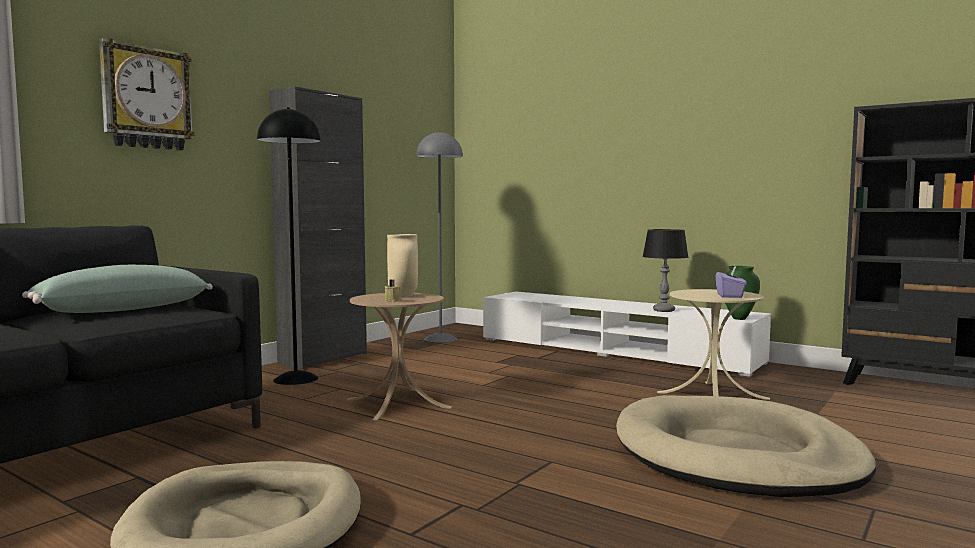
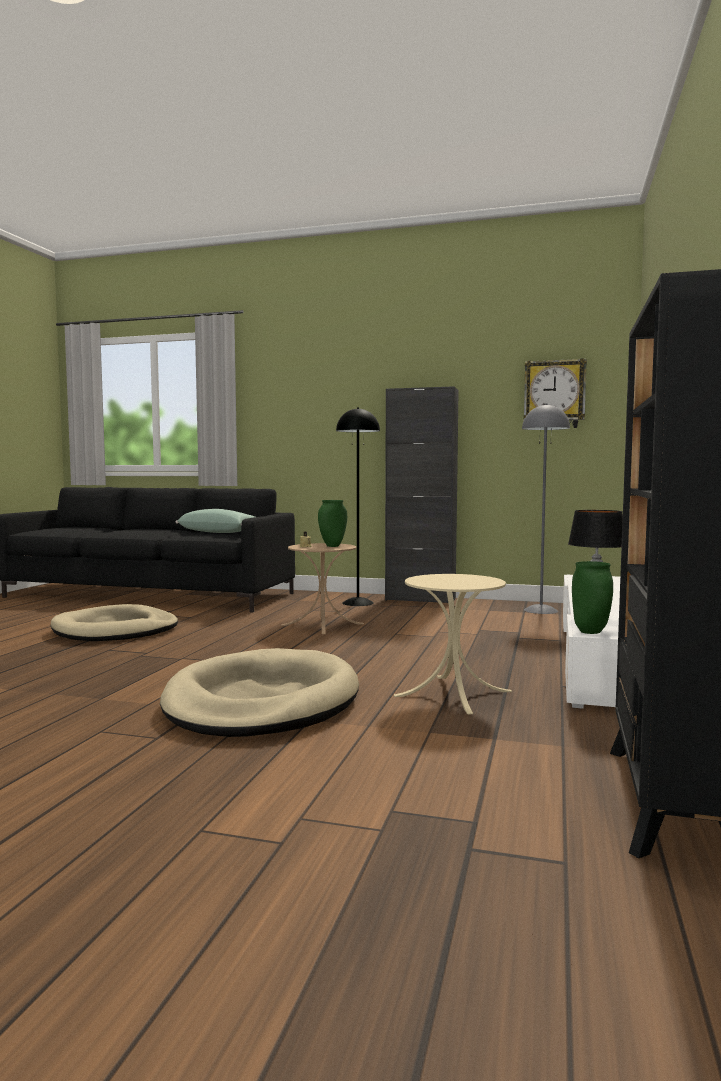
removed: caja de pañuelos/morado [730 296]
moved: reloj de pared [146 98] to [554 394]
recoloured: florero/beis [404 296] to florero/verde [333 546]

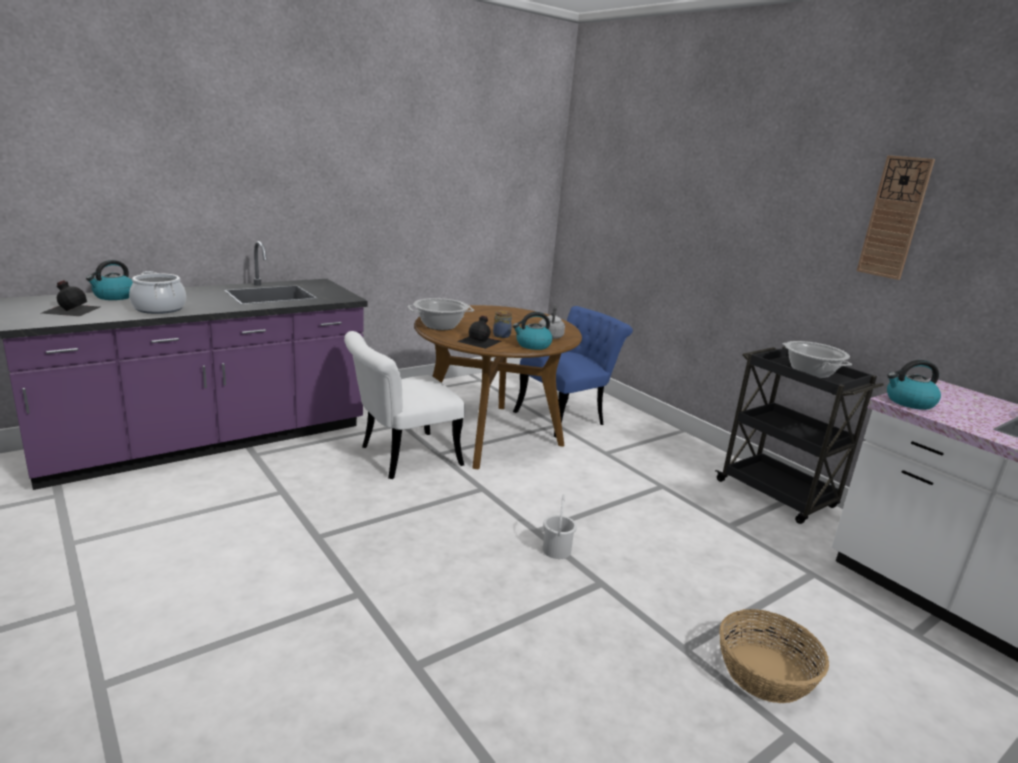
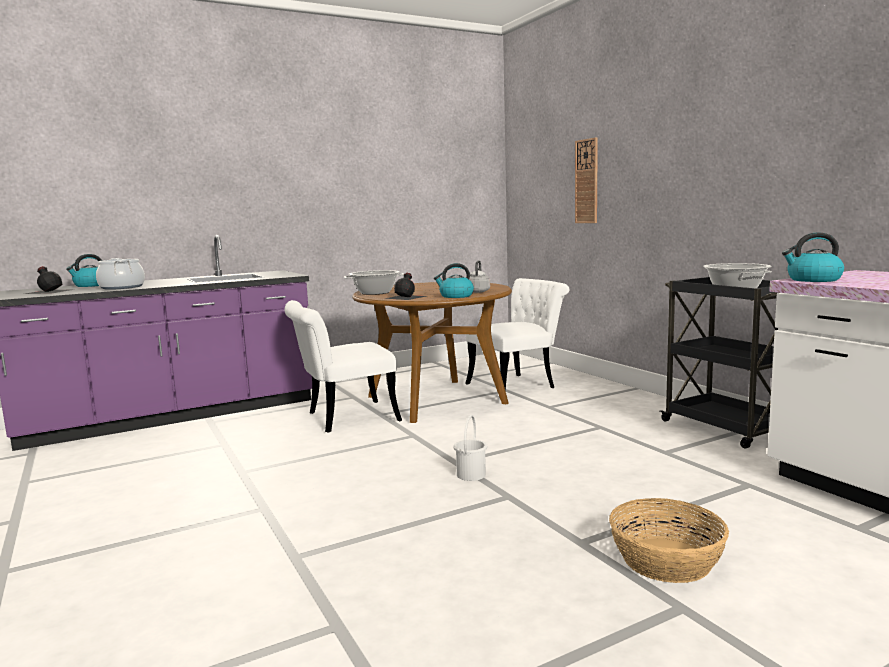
removed: tarro [501 335]
moved: reloj de pared [894 218] to [586 181]
recoloured: silla/azul [566 417] to silla/blanco [518 384]

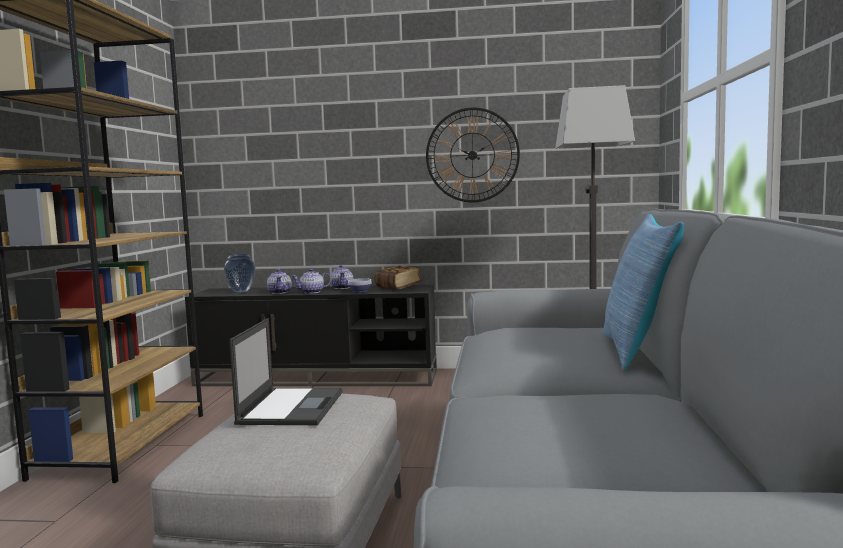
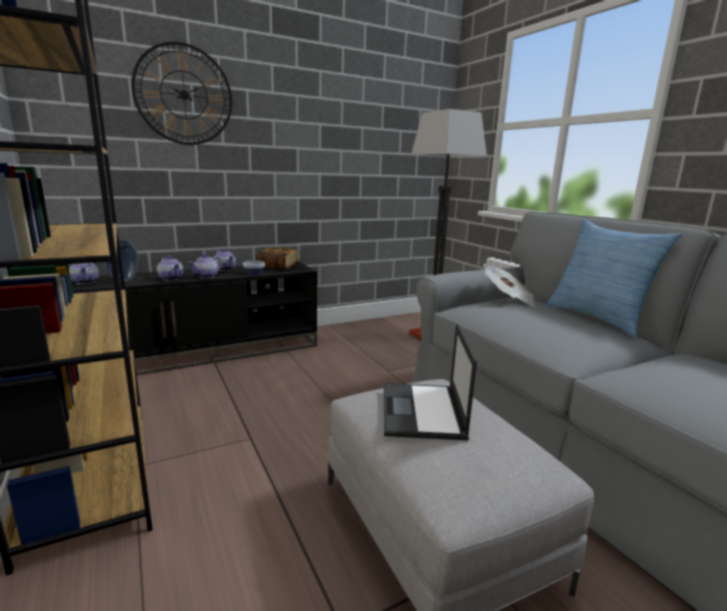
added: tetera [86 282]; periódico [508 299]
moved: reloj de pared [472 155] to [184 95]
turned: portátil [291 407] = [422 411] 150 degrees counterclockwise

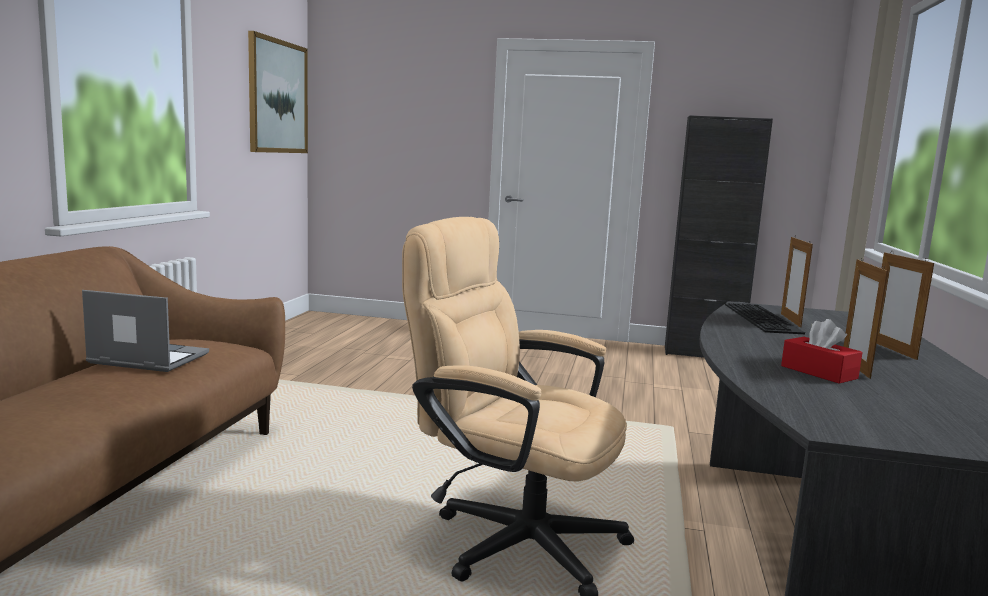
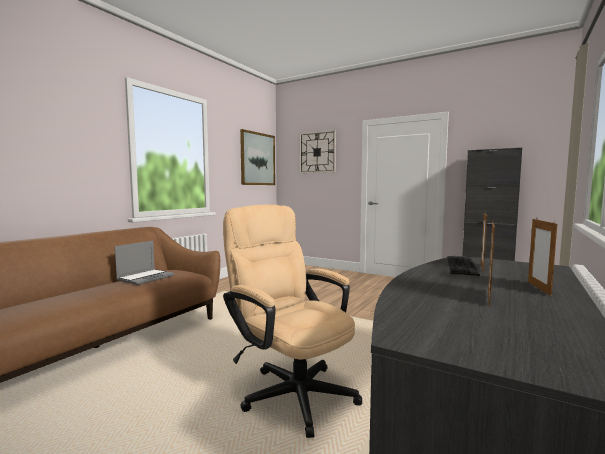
removed: caja de pañuelos/rojo [818 372]
added: reloj de pared [317 152]
turned: portátil [147 359] = [146 278] 90 degrees clockwise

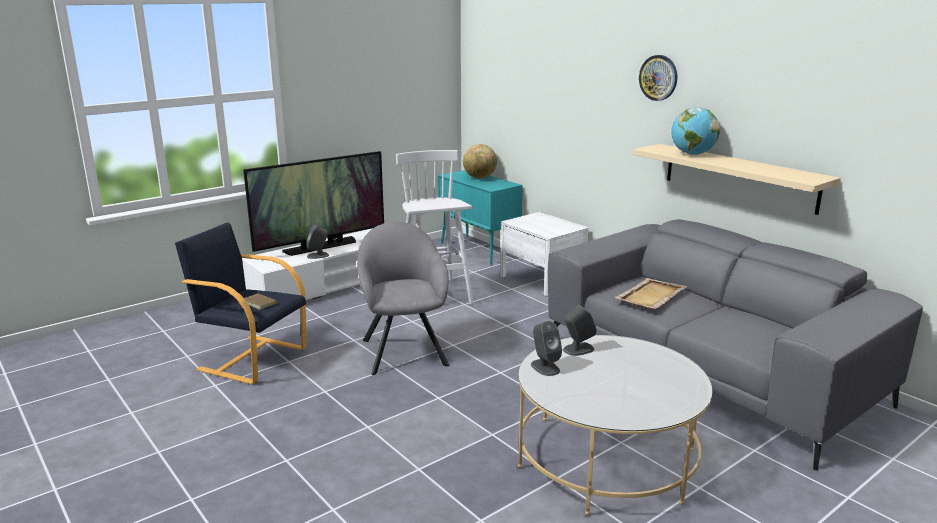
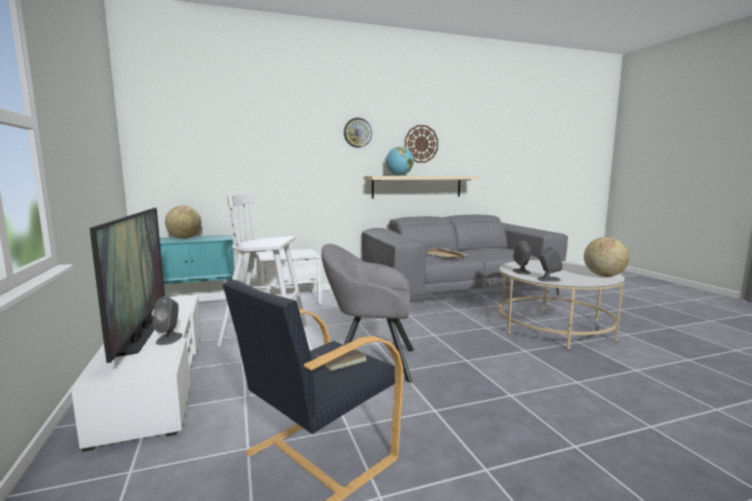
added: reloj de pared [421 144]; globo terráqueo [603 276]

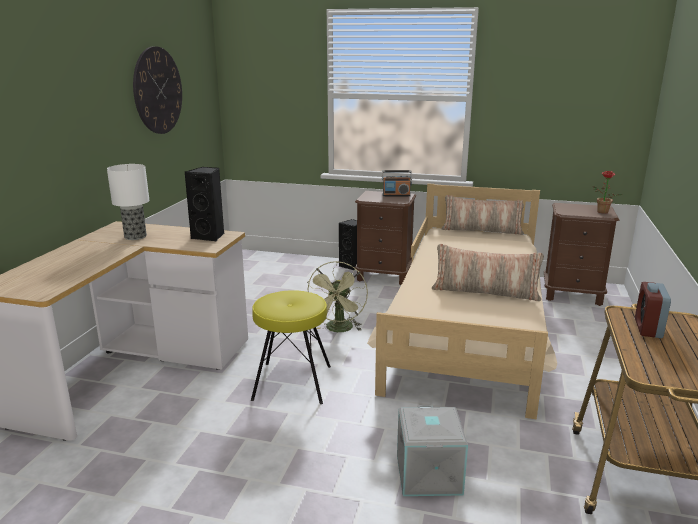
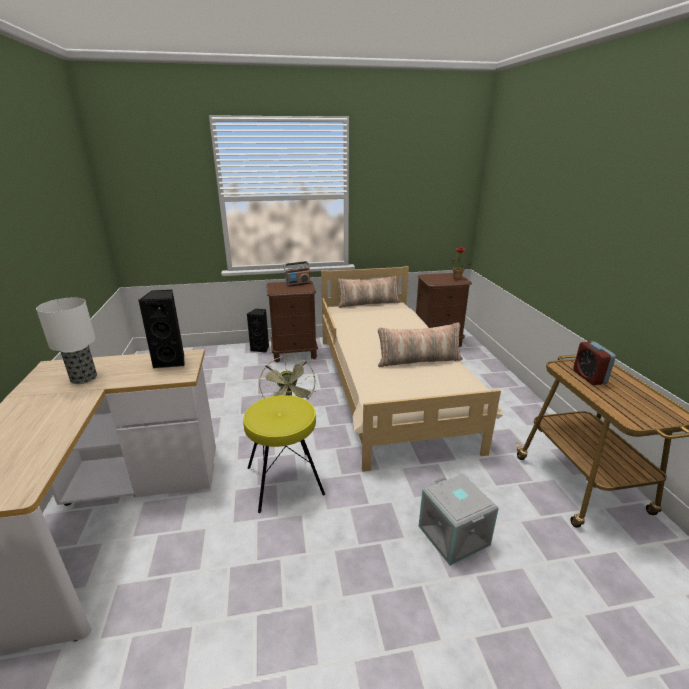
removed: reloj de pared [158 90]

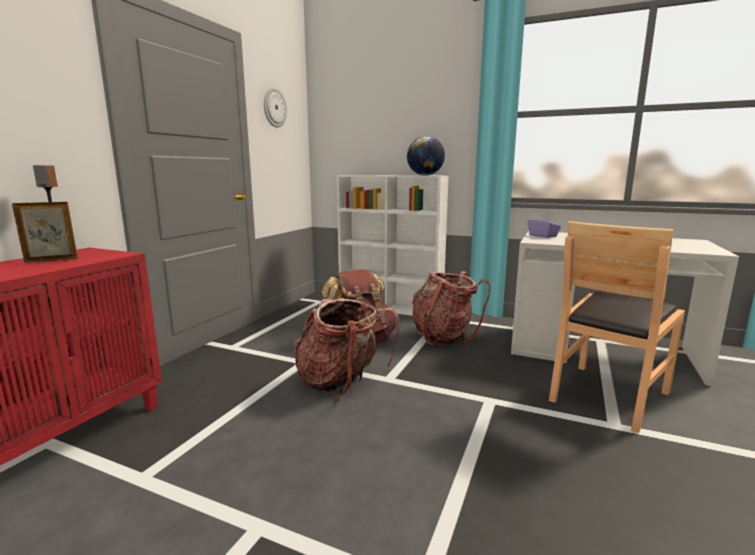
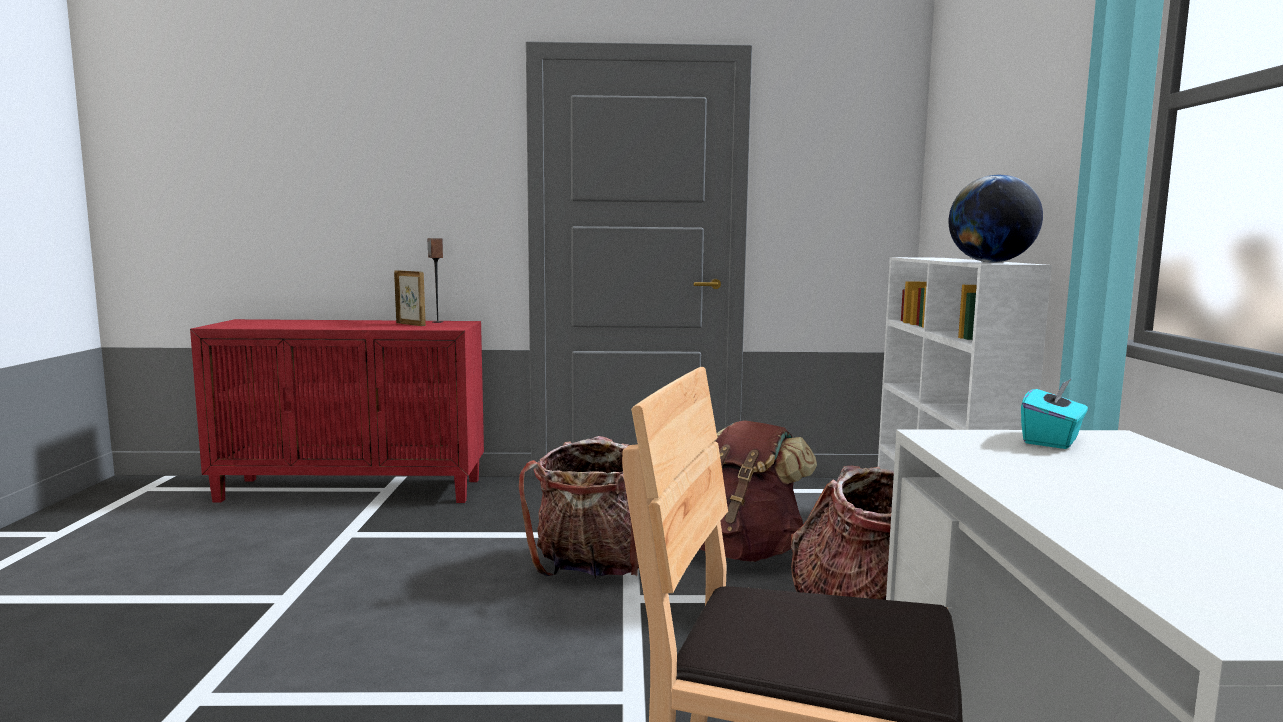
removed: reloj de pared [274 107]
recoloured: caja de pañuelos/morado [543 236] to caja de pañuelos/turquesa [1052 440]

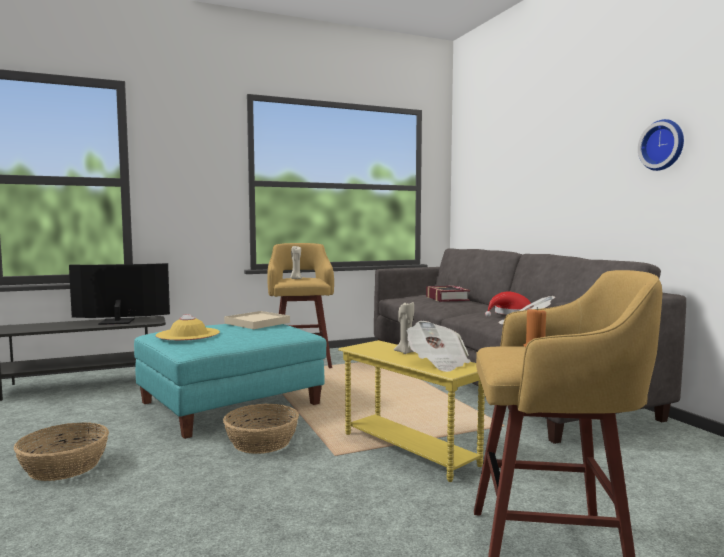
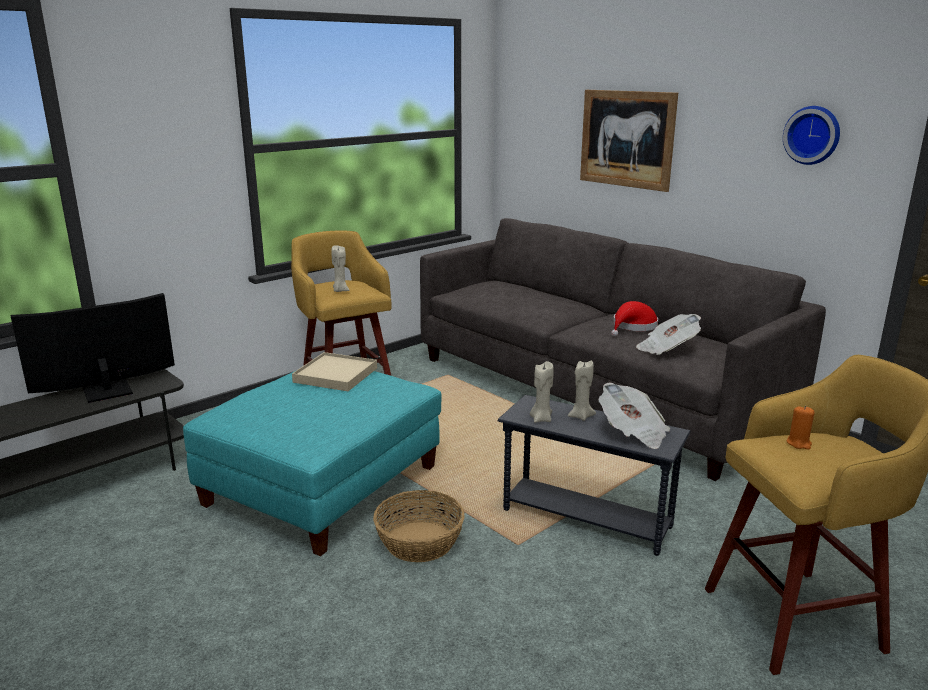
removed: cesta [64 466]; sombrero/amarillo [188 334]; libro [446 298]
added: vela/beis [541 419]; cuadro [626 139]
recoloured: mesa auxiliar/amarillo [409 449] to mesa auxiliar/gris [586 518]

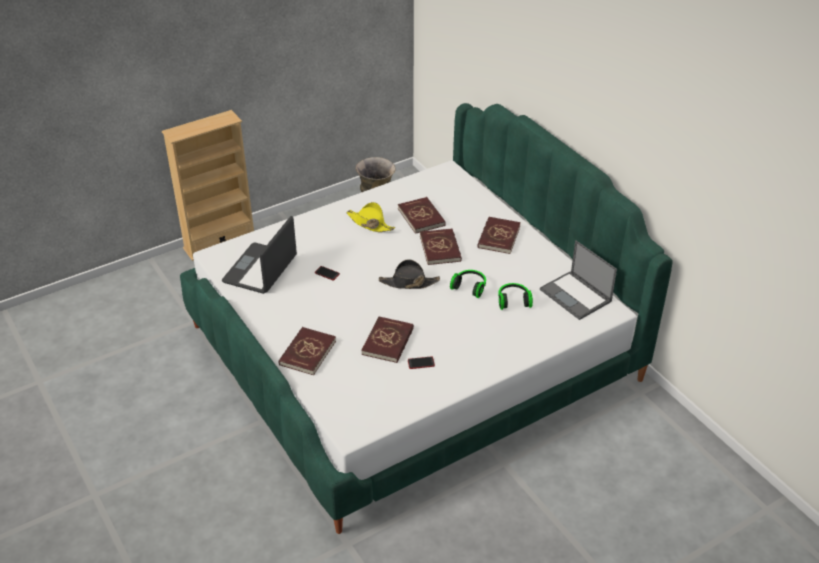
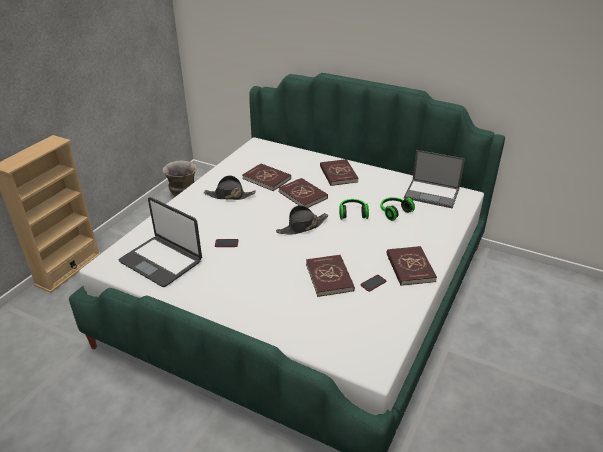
moved: libro/rojo [307 353] to [410 267]
recoloured: sombrero/amarillo [370 223] to sombrero/negro [229 195]
turned: portátil [261 269] = [161 261] 45 degrees counterclockwise

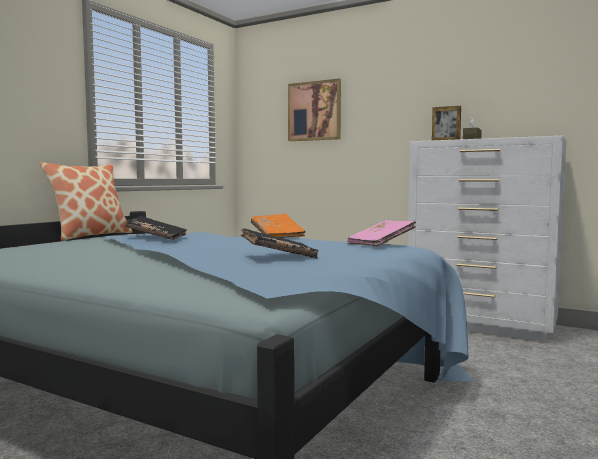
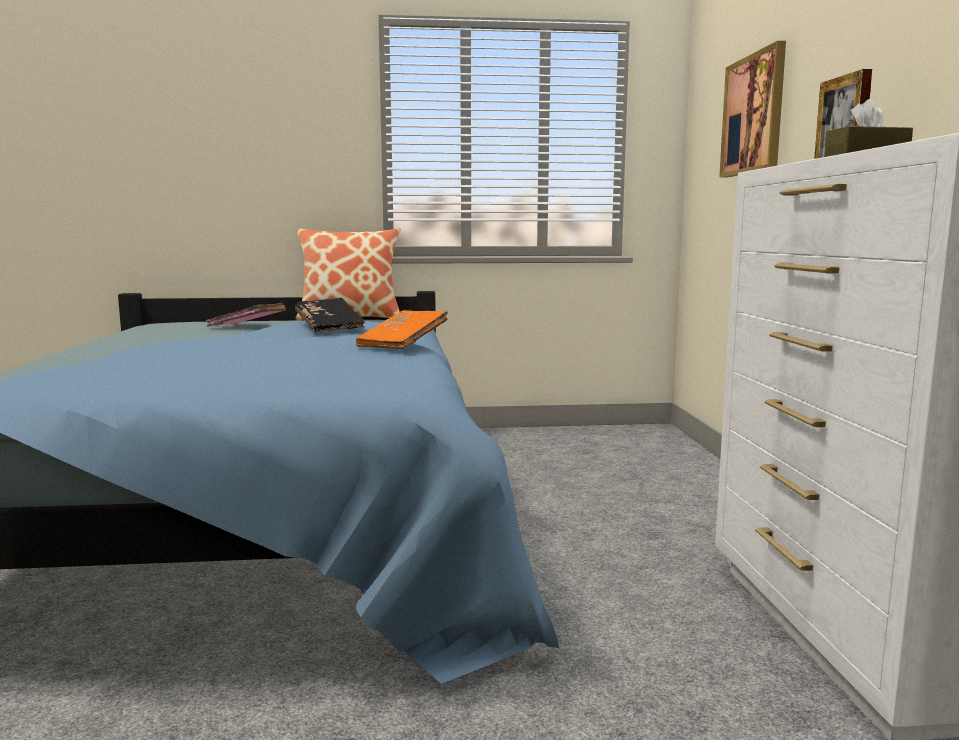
removed: libro/negro [278 257]
moved: libro/rosa [381 244] to [247 327]

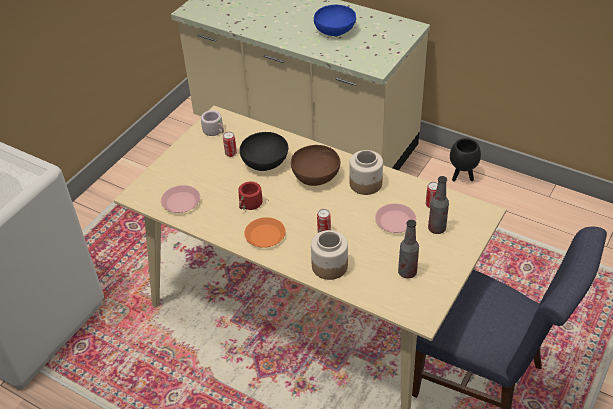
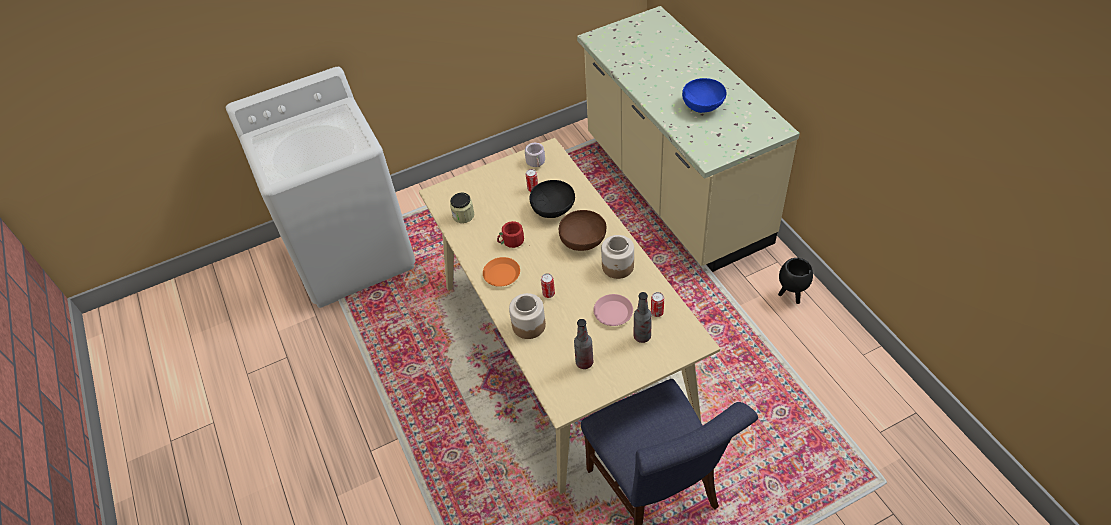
replaced: plato/rosa [181 202] to tarro [463 215]

